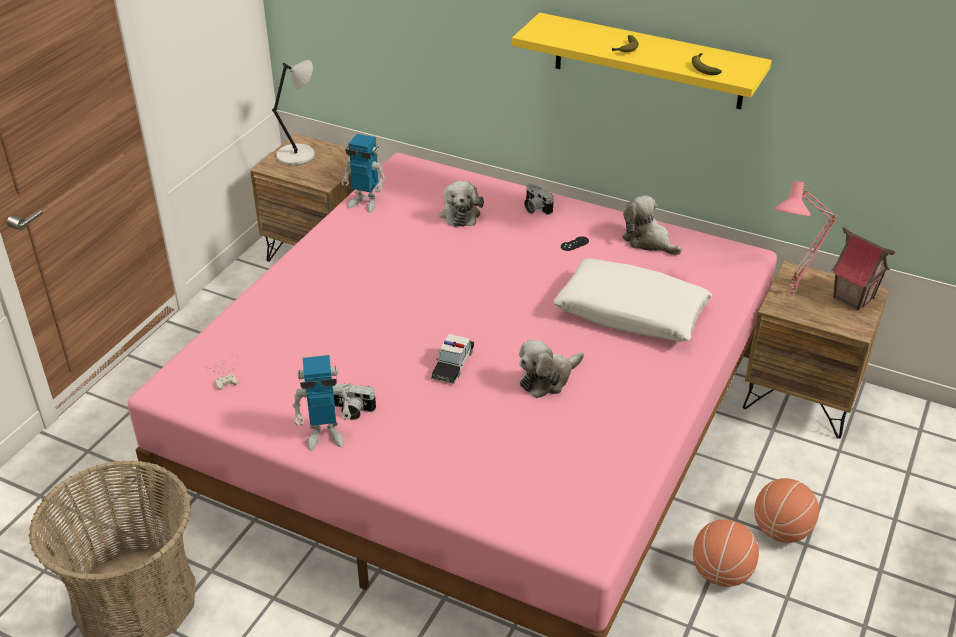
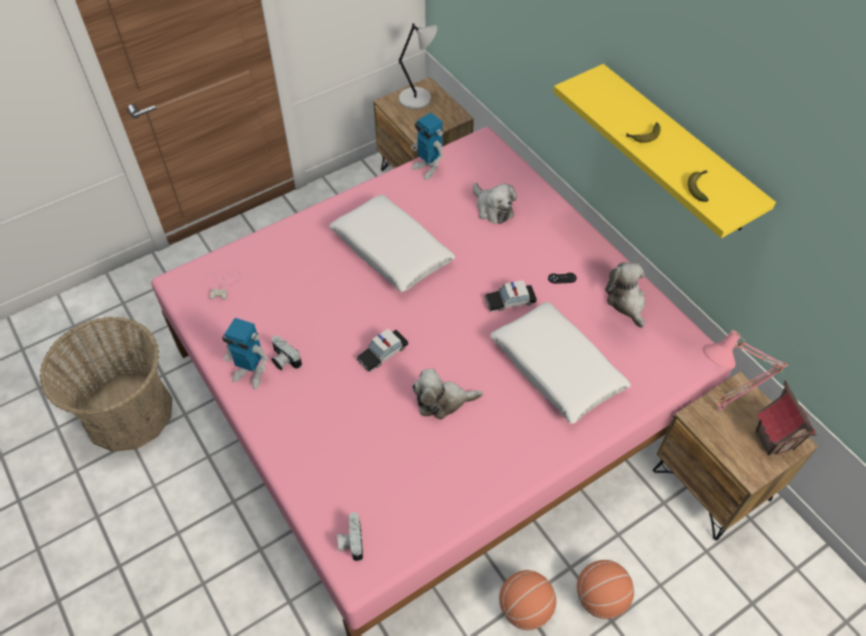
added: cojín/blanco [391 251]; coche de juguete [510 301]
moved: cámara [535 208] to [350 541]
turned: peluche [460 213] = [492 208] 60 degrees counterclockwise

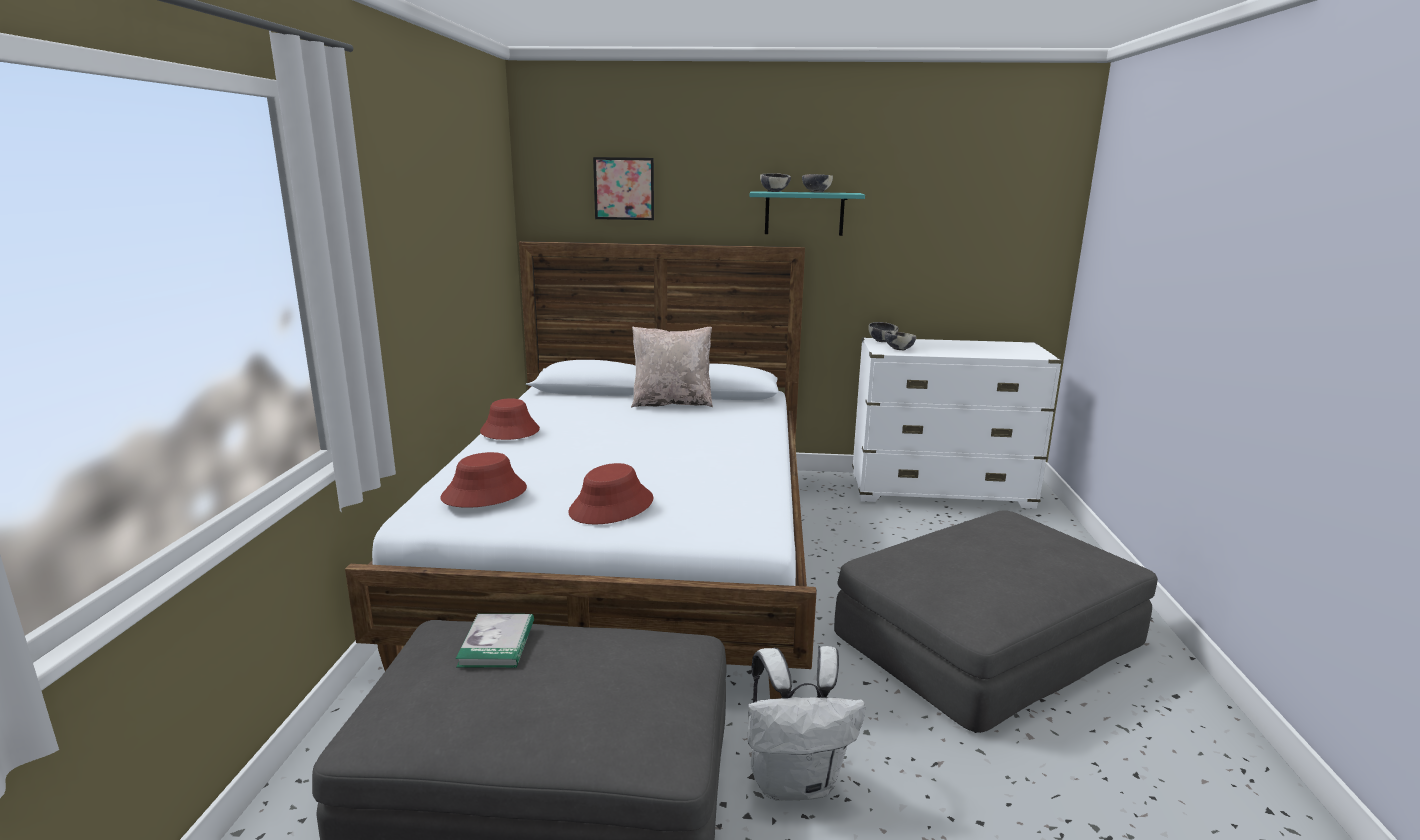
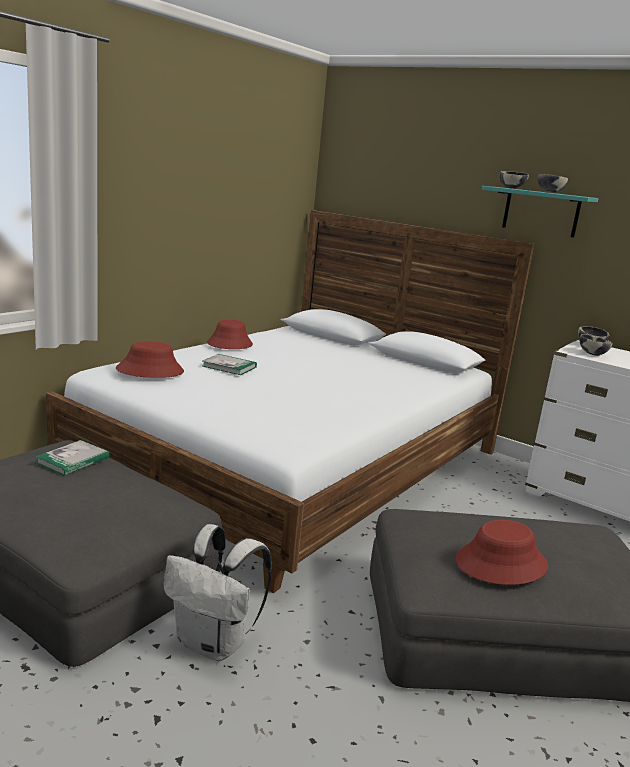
removed: cuadro [624 188]; cojín/beis [672 403]
added: libro [229 366]
moved: sombrero/rojo [612 506] to [501 564]

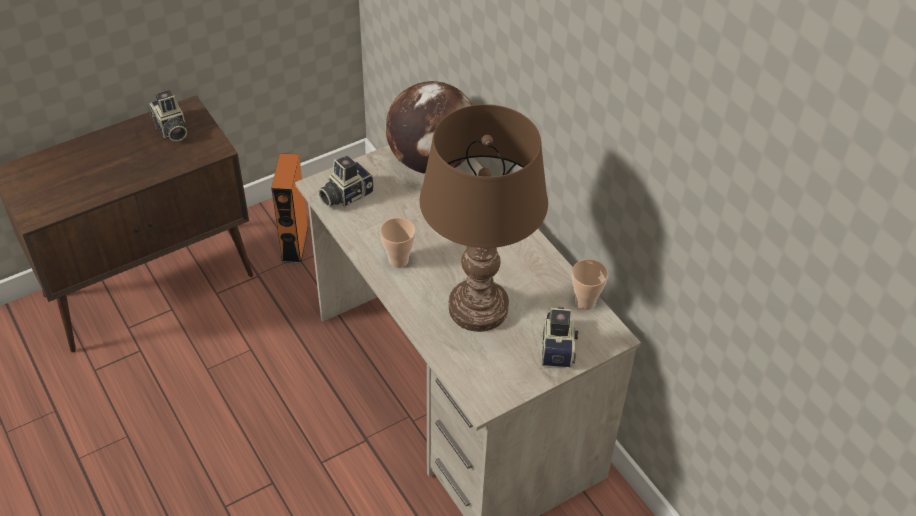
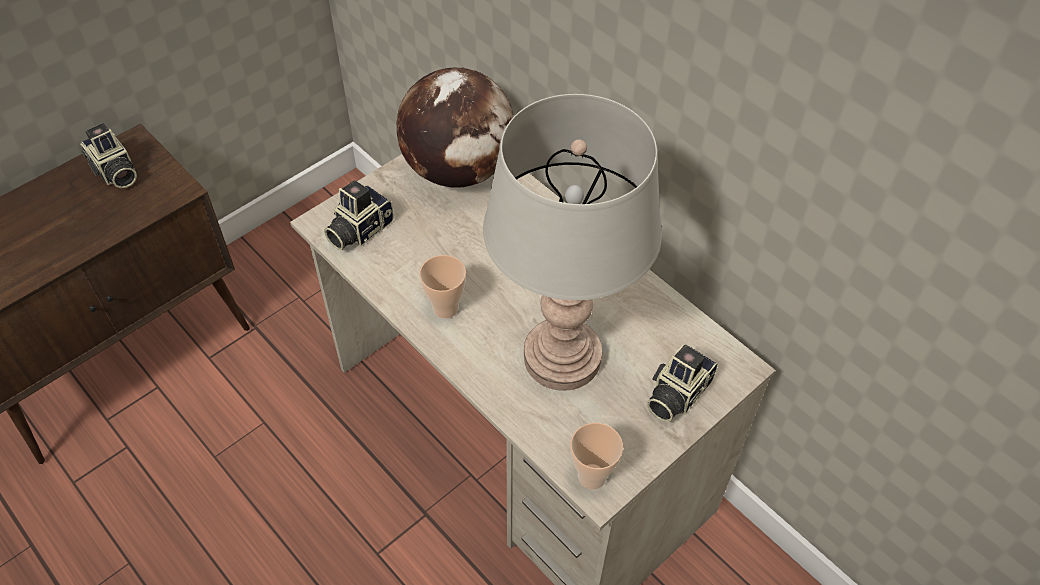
removed: altavoz/naranja [294 244]
moved: taza [585 302] to [592 476]
recoloured: lámpara de mesa/marrón [478 308] to lámpara de mesa/gris [562 358]
turned: cámara [558 346] = [675 394] 135 degrees counterclockwise

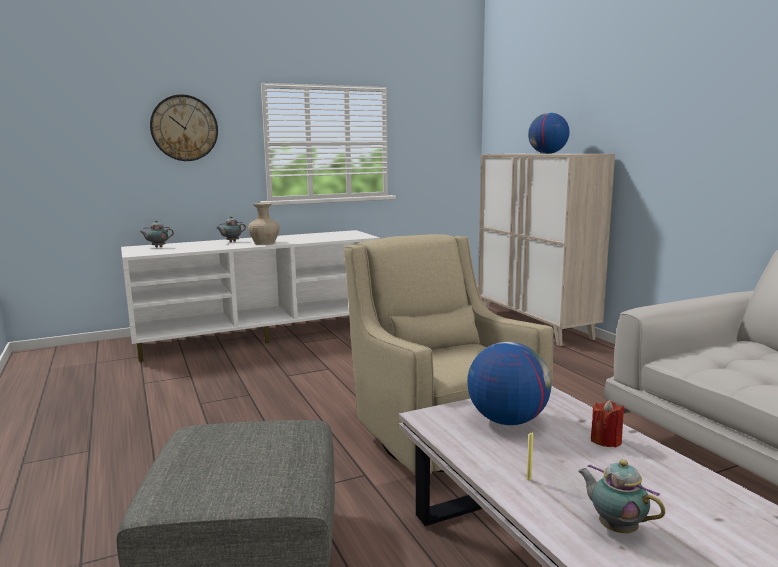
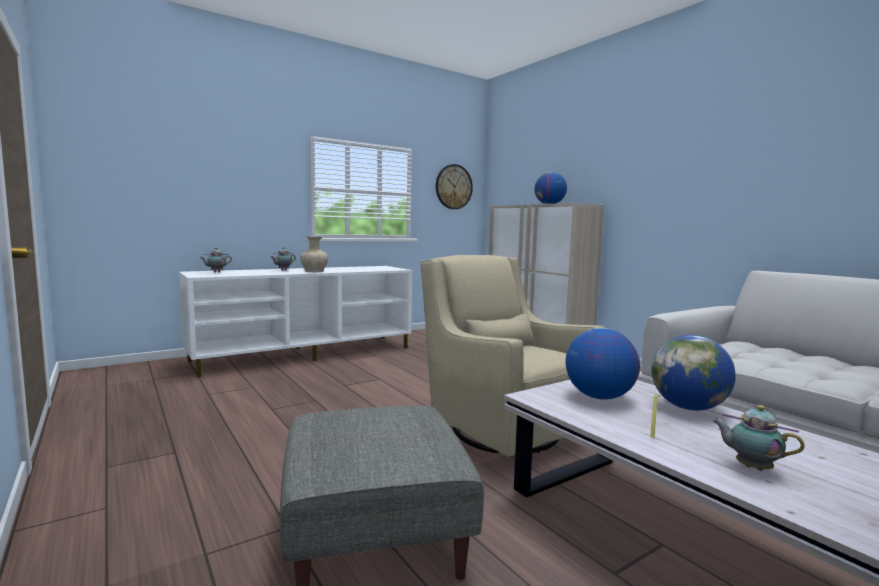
moved: reloj de pared [184 128] to [453 187]
replaced: vela/rojo [606 440] to globo terráqueo [689 408]

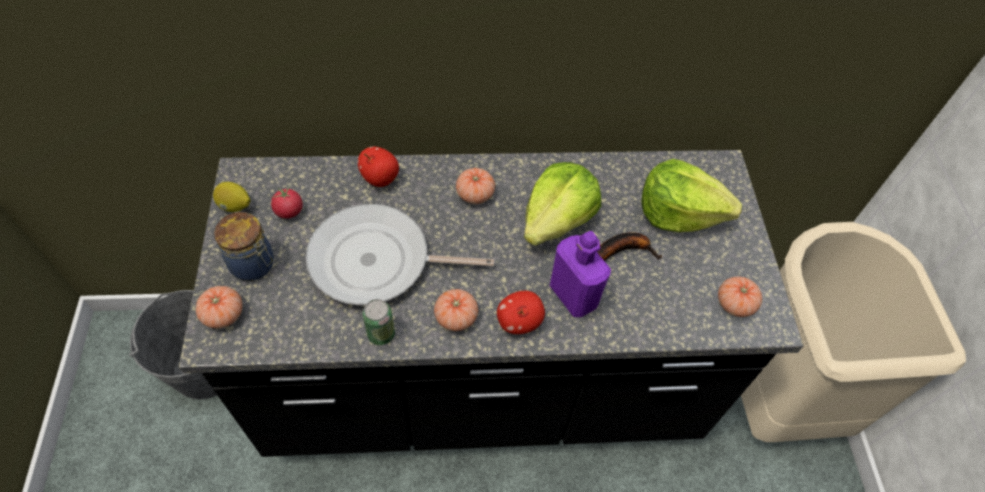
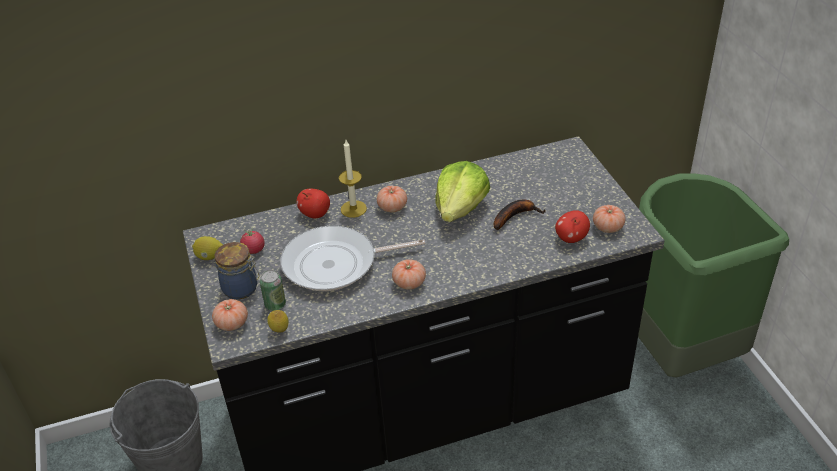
removed: botella/morado [573 295]; lechuga [678 213]
added: limón [280 331]; vela [353 209]
moved: lata [381 334] to [275 304]; manzana [519 322] to [571 238]
recoloured: papelera/beis [775 395] to papelera/verde [678 350]

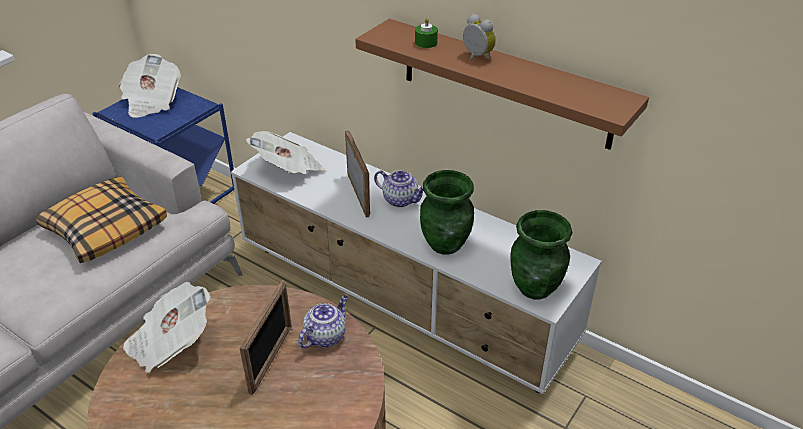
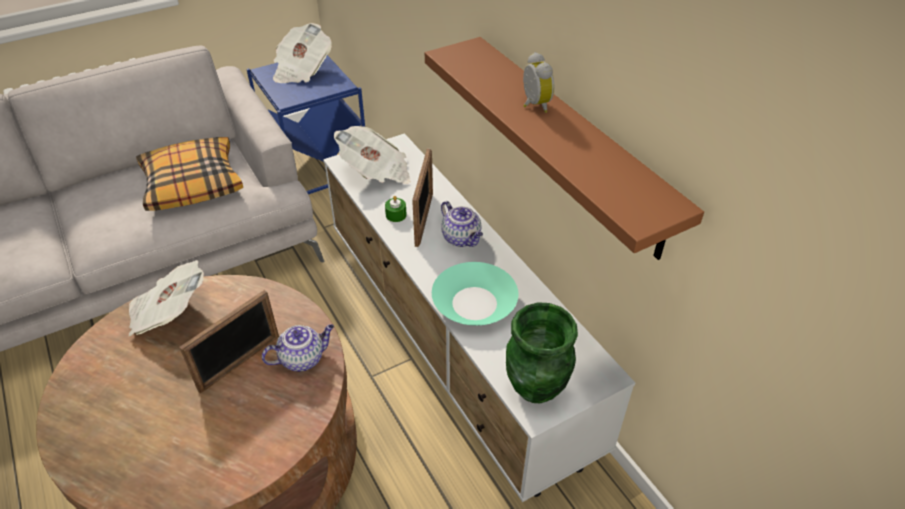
moved: vela/verde [426 43] to [396 215]
replaced: florero/verde [446 244] to cuenco/turquesa [474 303]

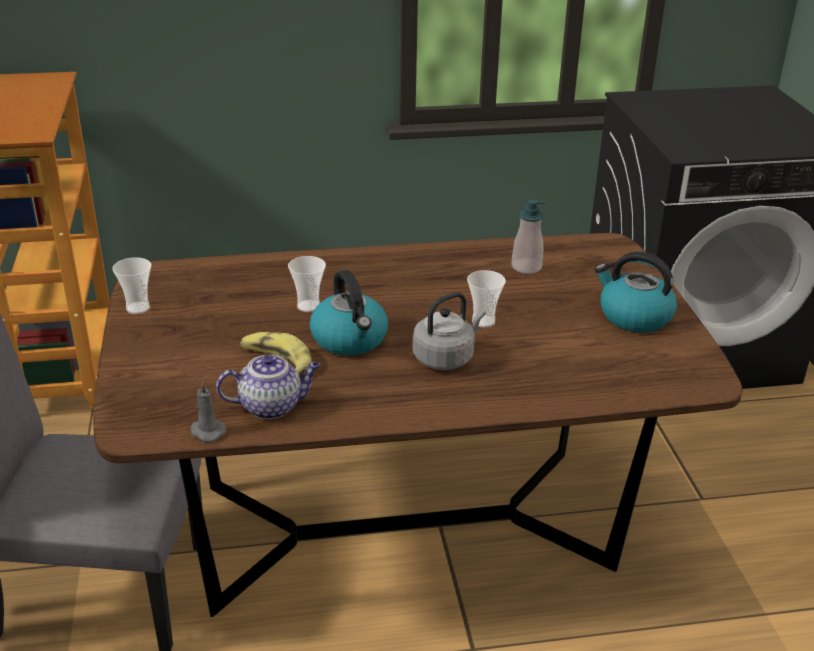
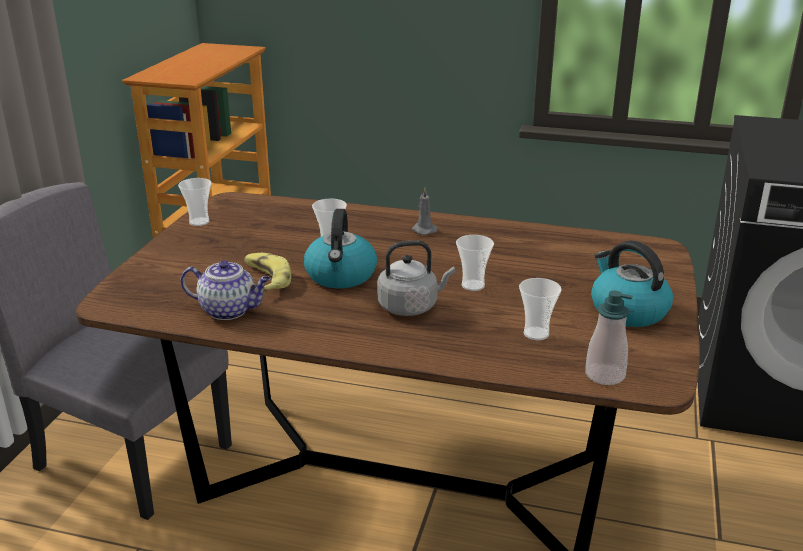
added: taza [536 334]
moved: vela/gris [206 431] to [423 230]; dispensador de jabón [526 267] to [604 375]

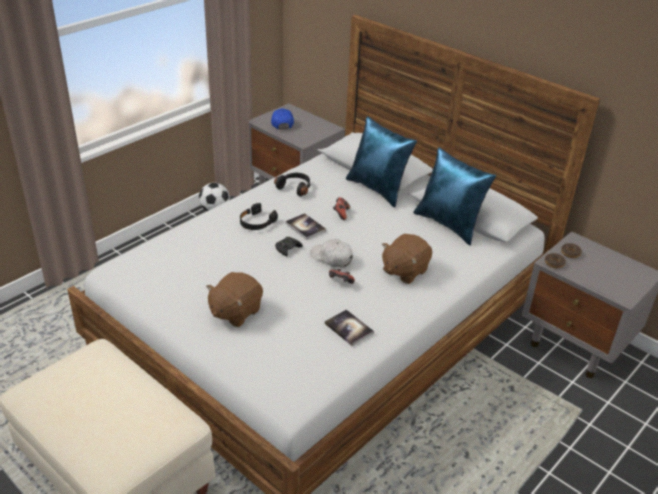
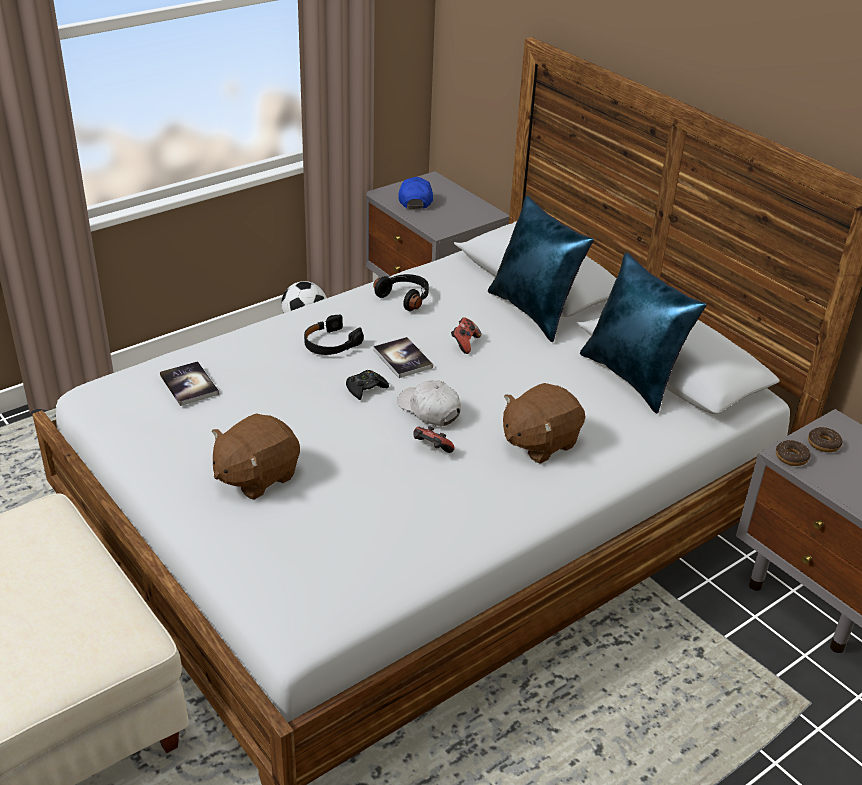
moved: libro [349 328] to [189 385]

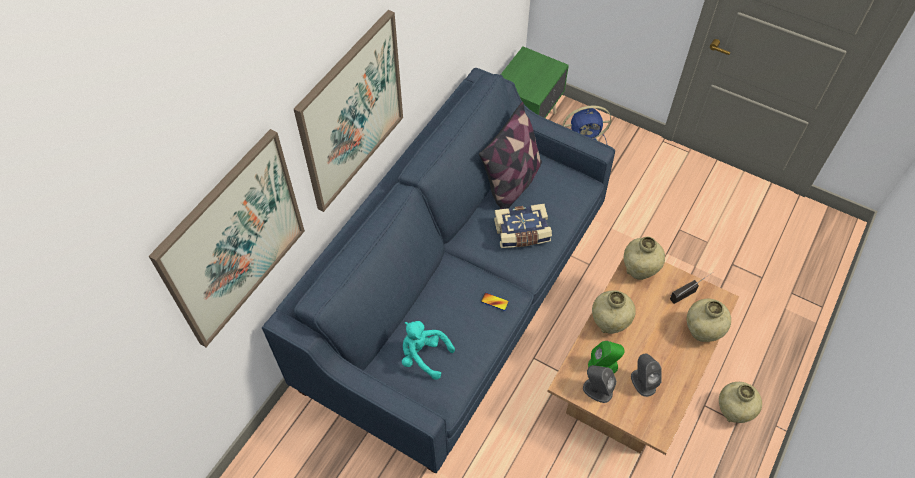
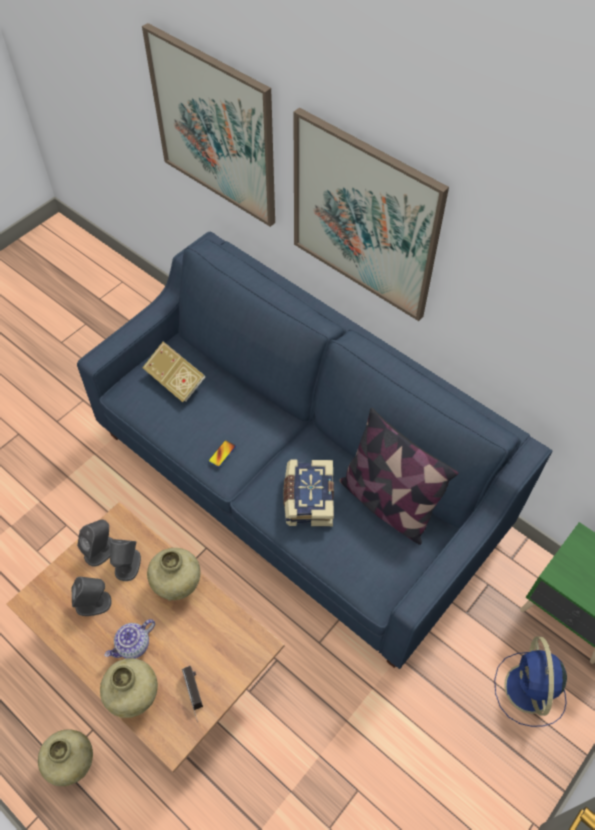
removed: florero/beis [639 270]
added: tetera [133 645]
replaced: peluche/turquesa [423 356] to libro [176 381]
recoloured: altavoz/verde [603 365] to altavoz/gris [127 565]

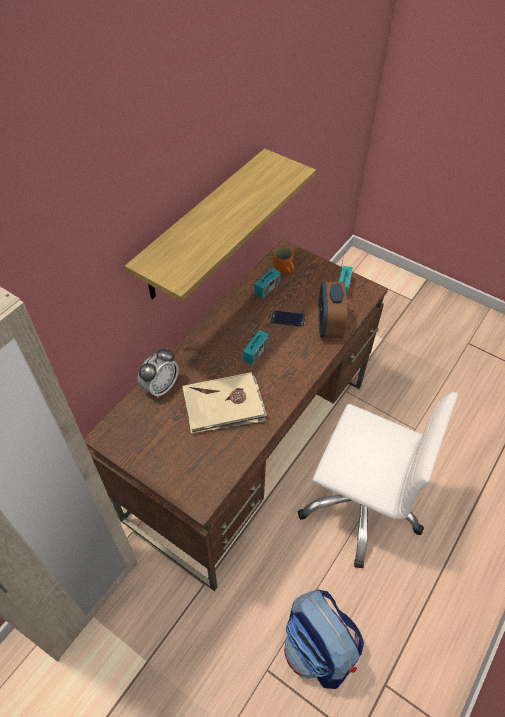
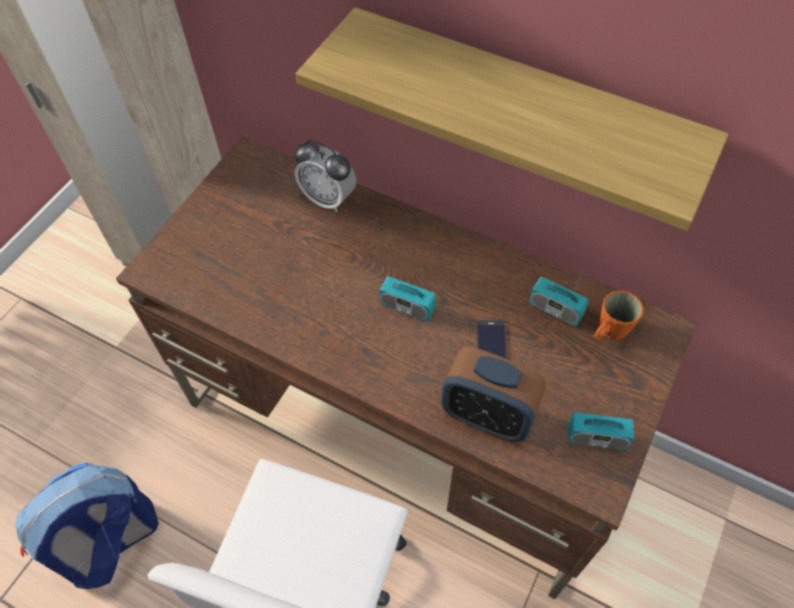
removed: libro/beis [224 406]
turned: despertador [329 326] = [487 415] 150 degrees counterclockwise

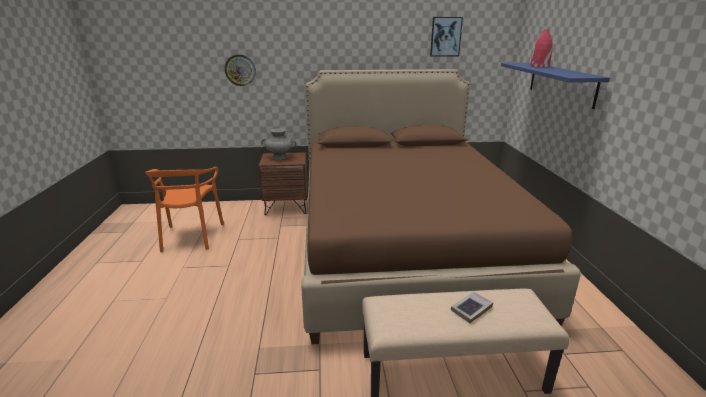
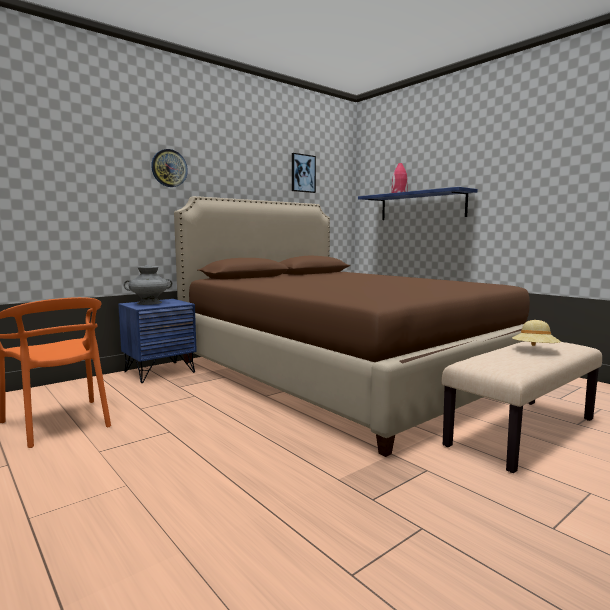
moved: reloj de pared [240 70] to [169 168]
replaced: libro [471 309] to sombrero/beis [535 350]
recoloured: mesita de noche/marrón [286 207] to mesita de noche/azul [159 372]

